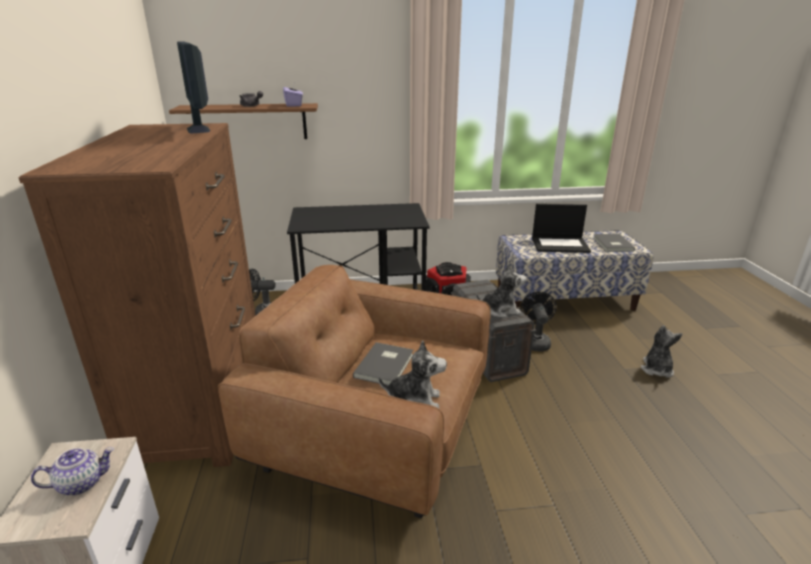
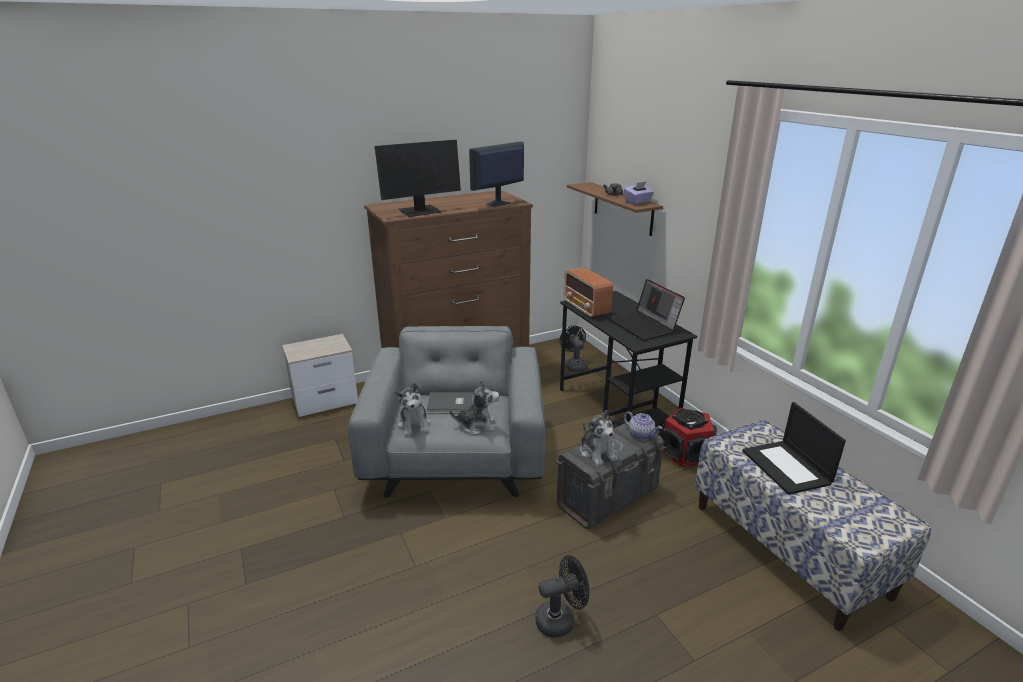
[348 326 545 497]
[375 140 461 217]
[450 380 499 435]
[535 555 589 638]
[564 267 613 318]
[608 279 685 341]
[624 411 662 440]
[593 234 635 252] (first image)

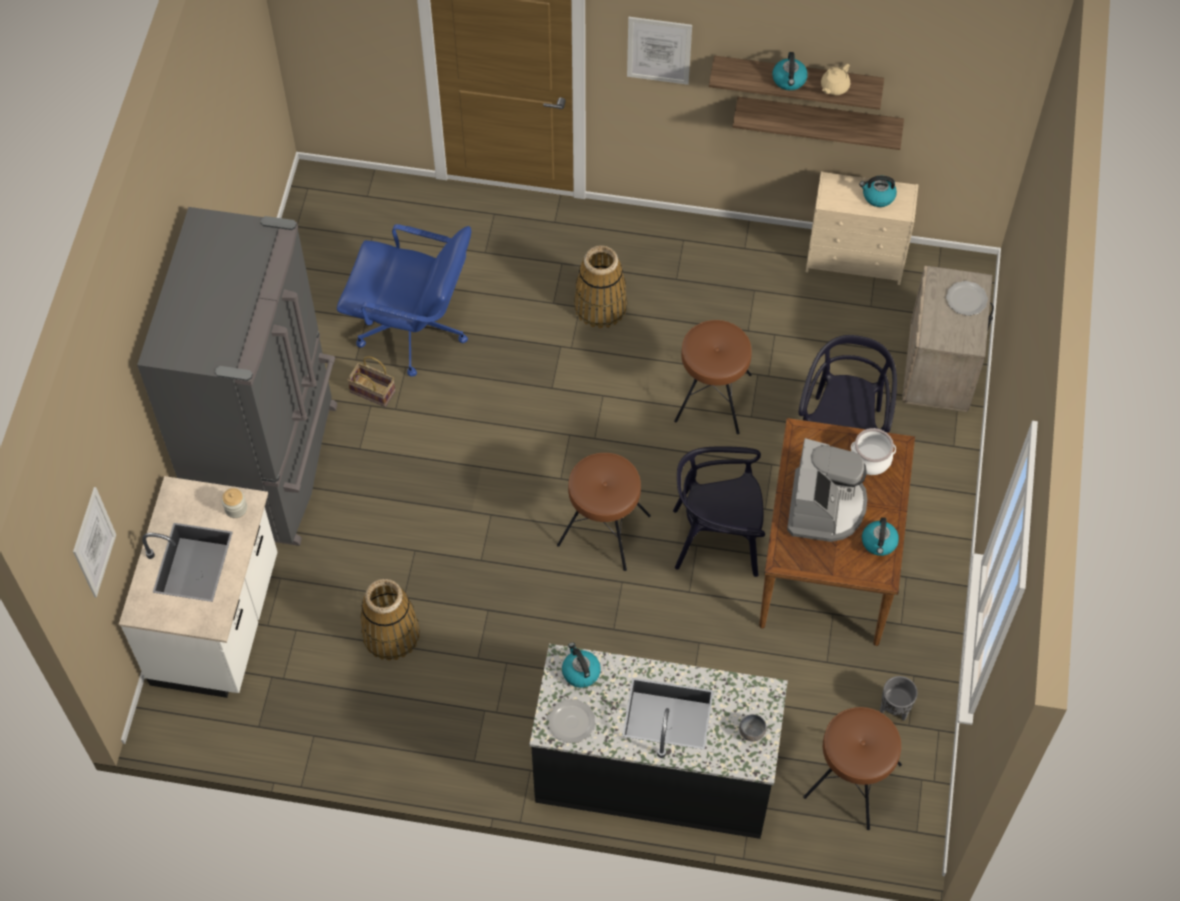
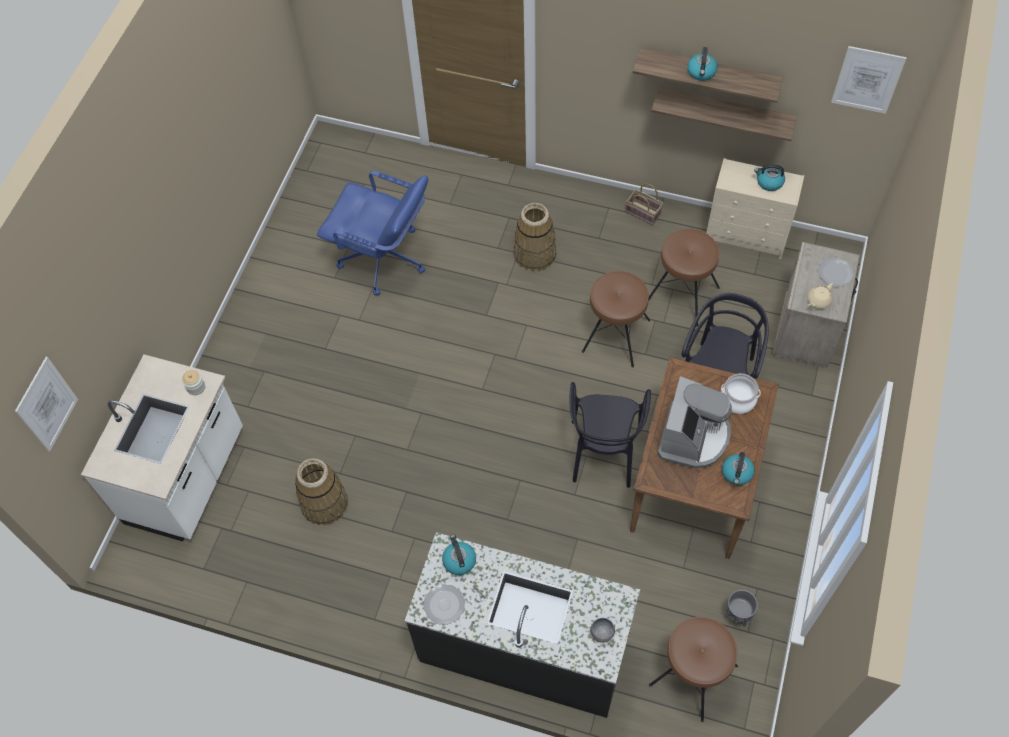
[570 382 651 488]
[626 183 663 225]
[648 229 720 326]
[808 283 833 309]
[831 46 907 114]
[137 207 337 546] (first image)

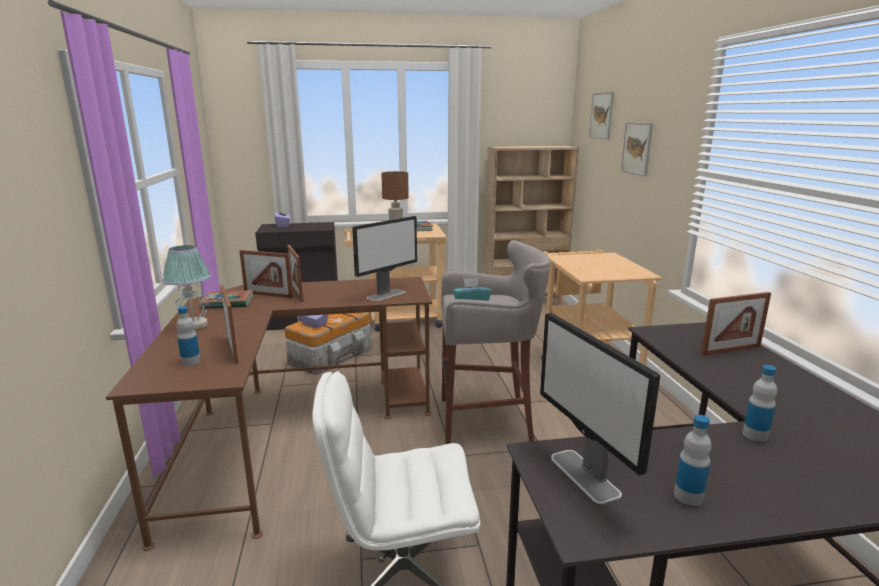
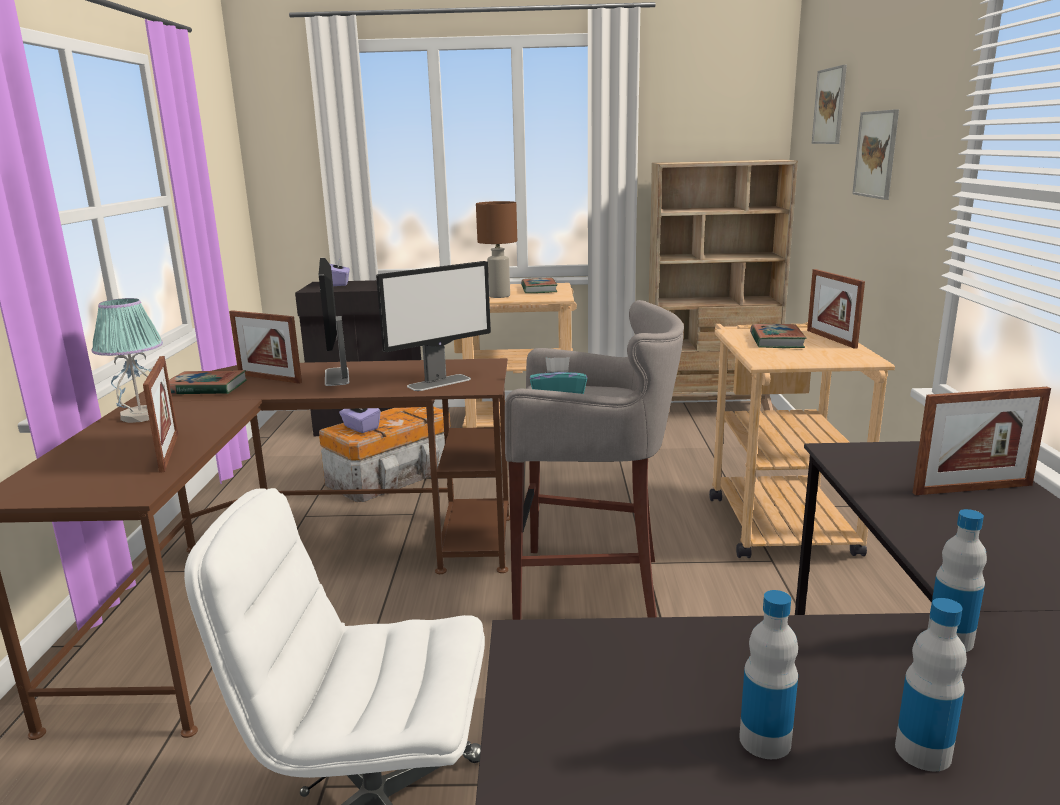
[319 258 350 386]
[750 324 807 348]
[807 269 865 349]
[895 598 967 772]

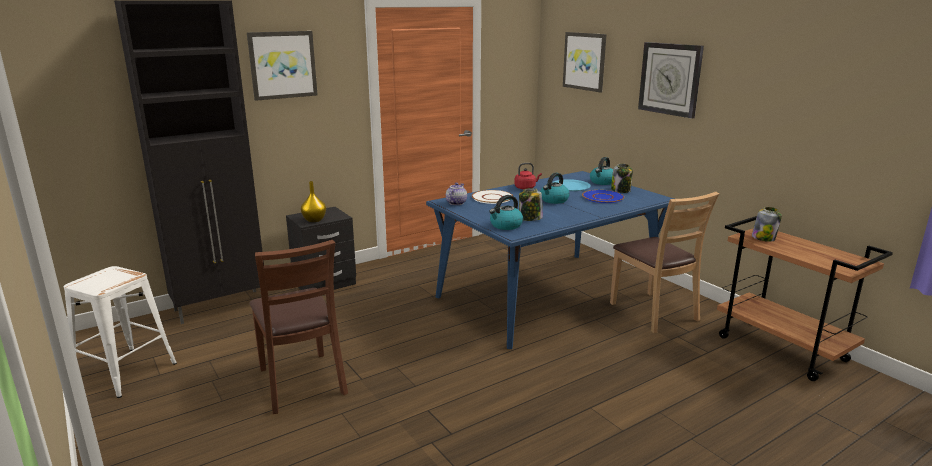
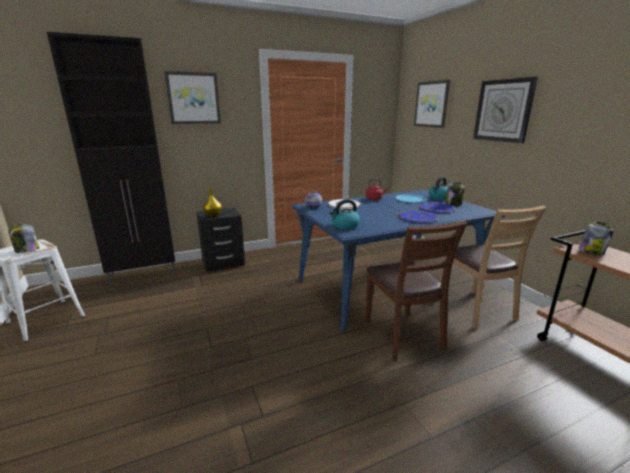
[8 223 39 253]
[365 221 468 361]
[399 211 438 223]
[540 173 570 204] (first image)

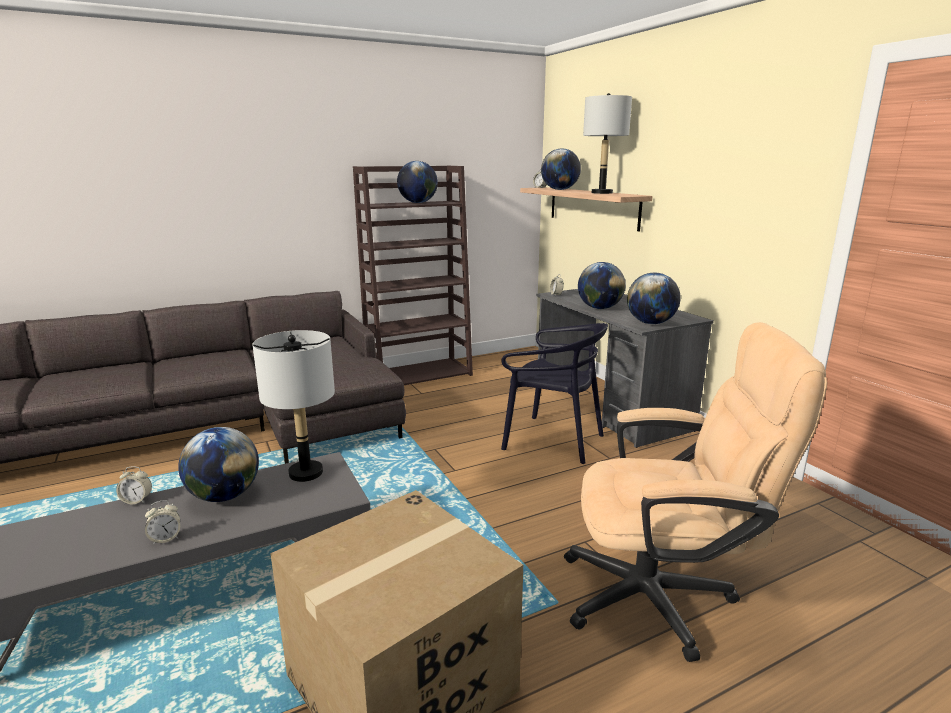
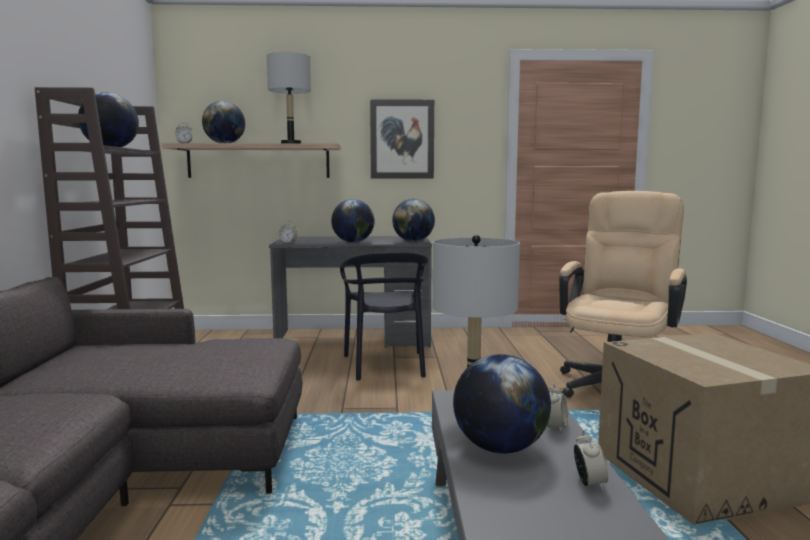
[340 252 429 381]
[370 99 434 178]
[547 383 568 432]

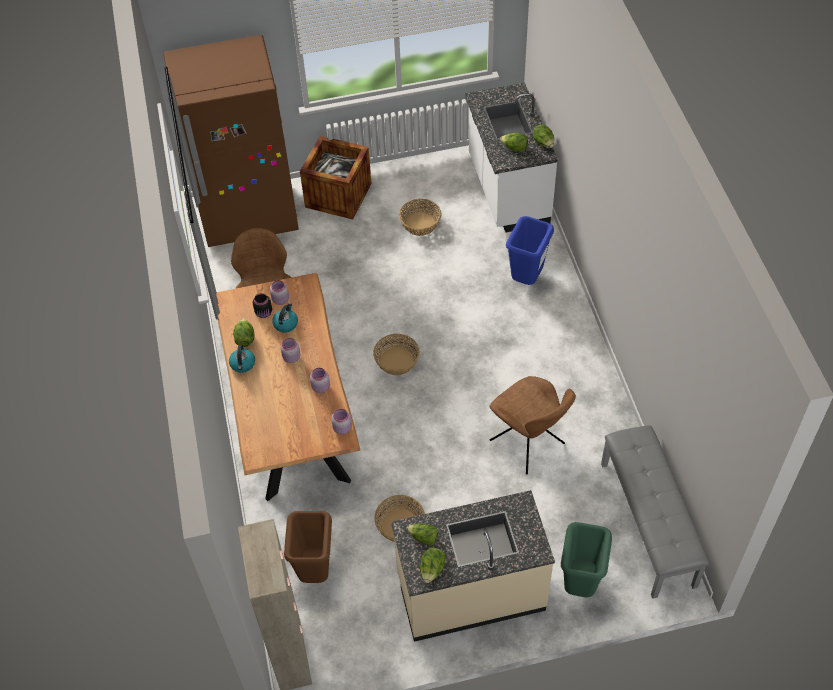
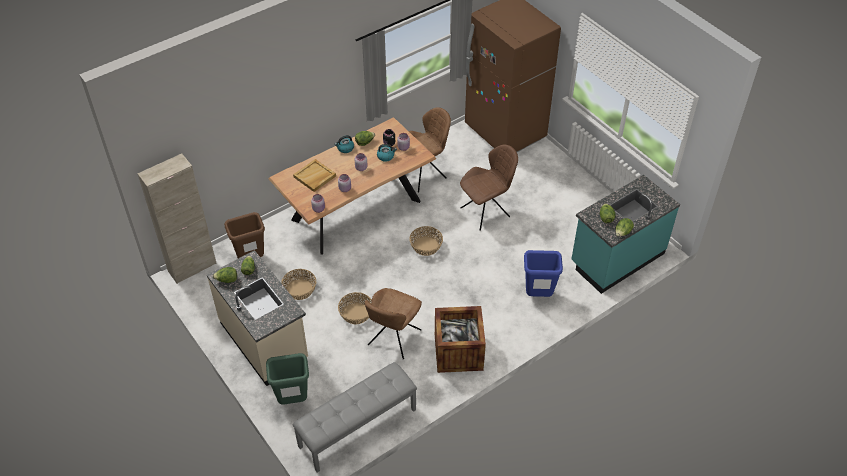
[293 159 336 192]
[338 292 372 325]
[435 306 486 373]
[460 144 518 231]
[571 175 680 294]

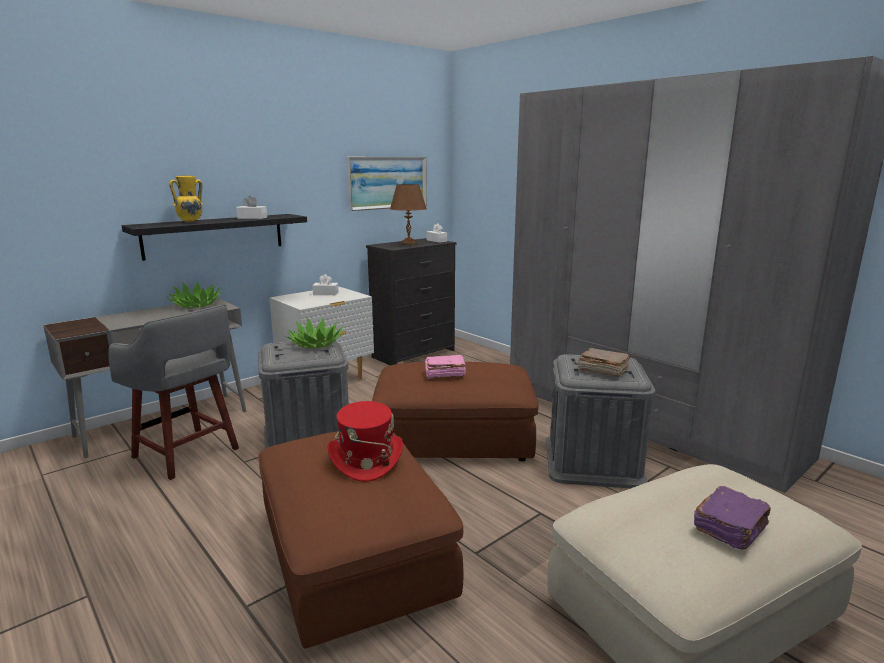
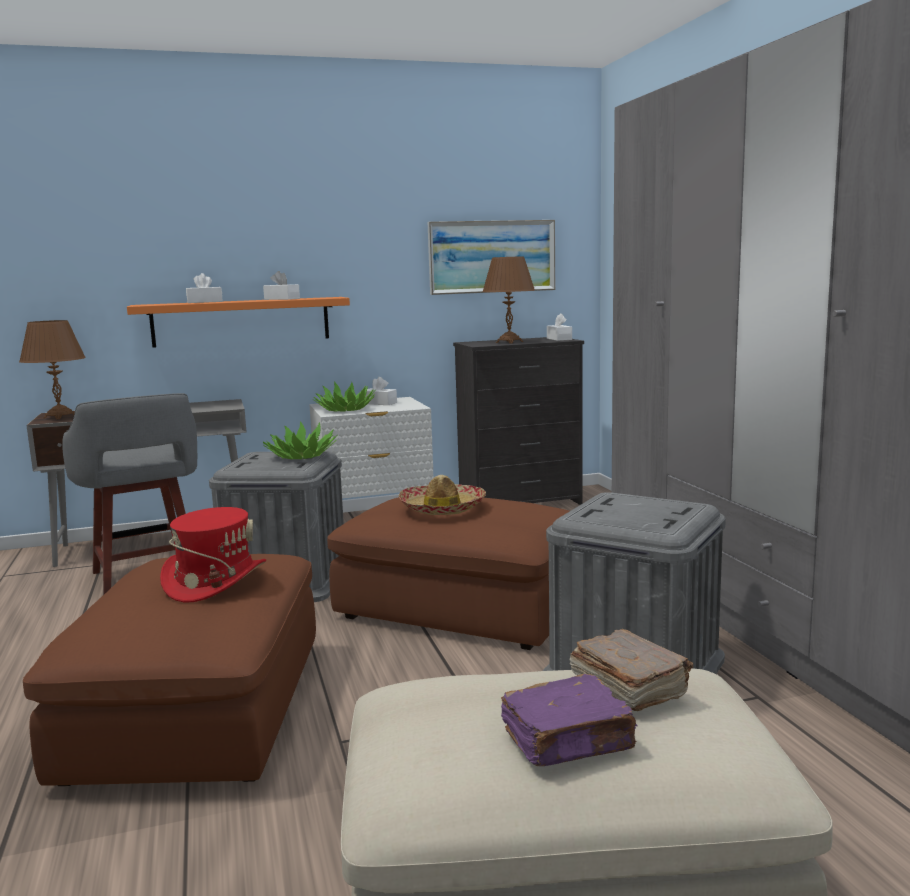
[19 320 86 419]
[127 297 350 348]
[186 273 223 303]
[313 382 375 412]
[399 475 486 515]
[570 629 693 711]

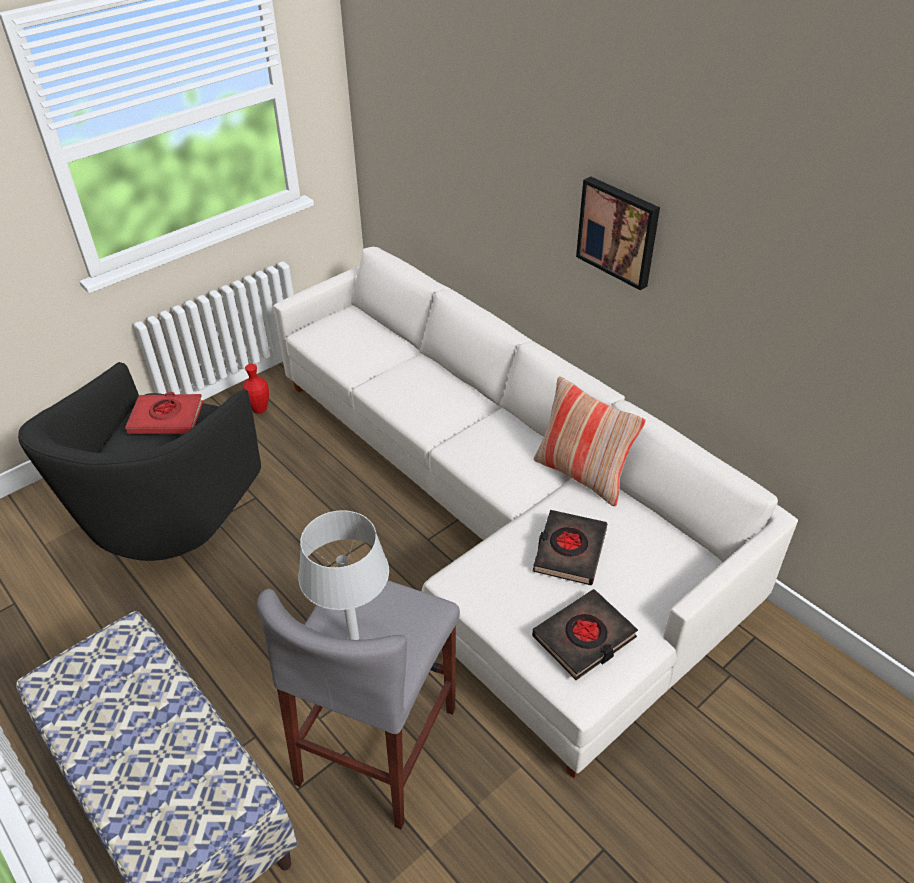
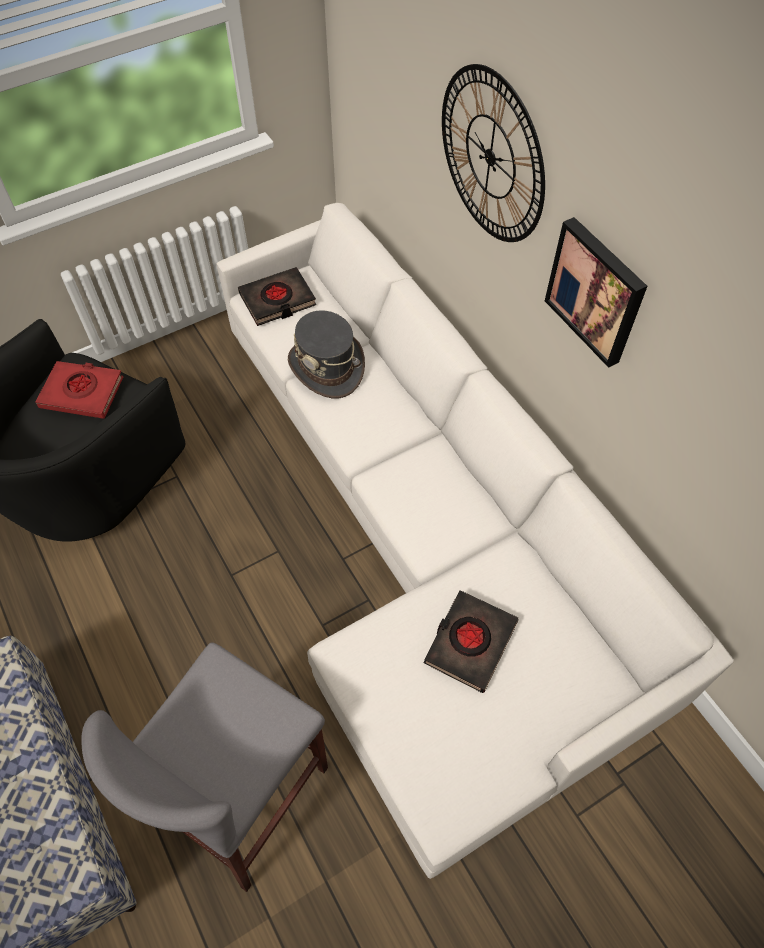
[238 267 316 326]
[288 310 365 398]
[442 64 545 242]
[242 364 269 414] (first image)
[298 510 389 640] (first image)
[534 377 645 506] (first image)

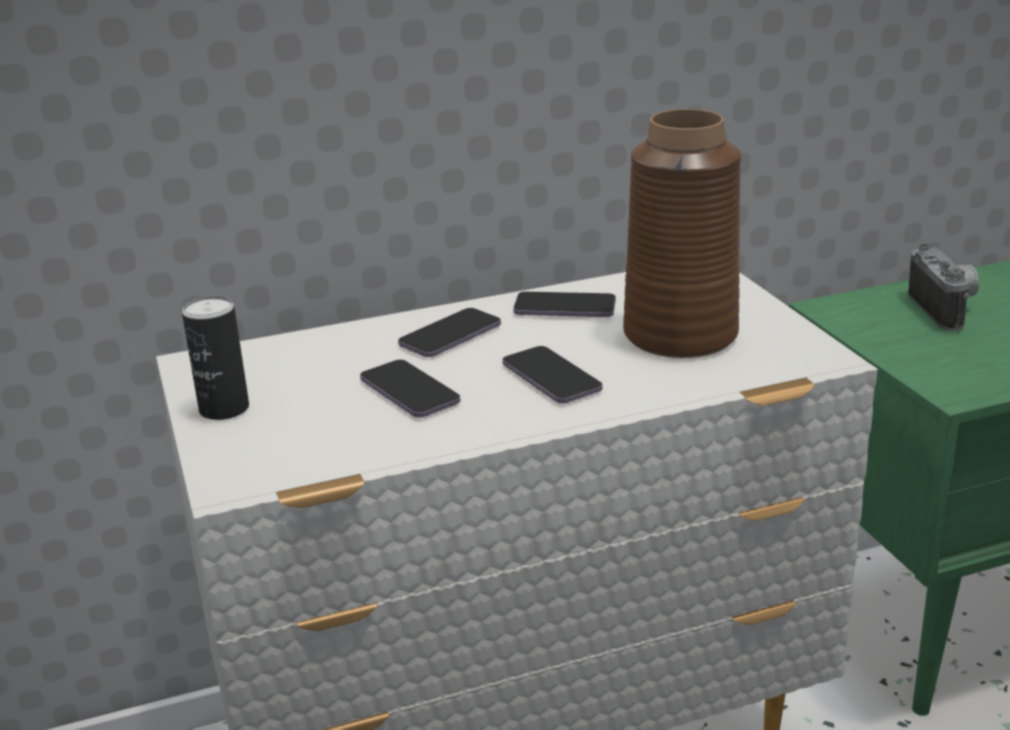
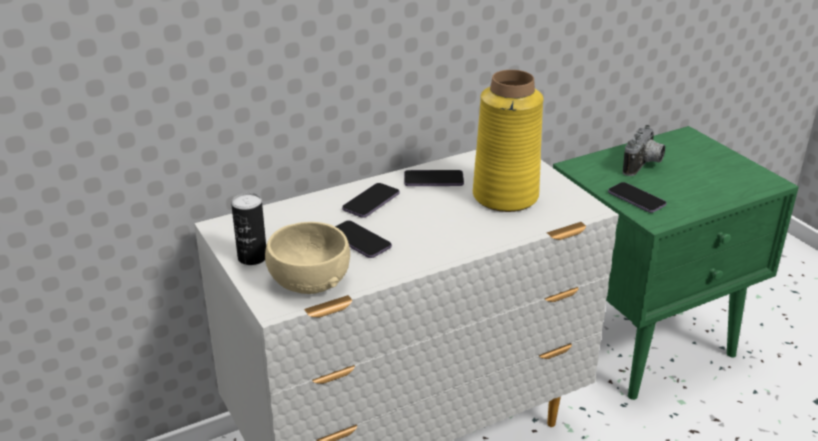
[265 222 350 294]
[473 70 544 212]
[608 182 667 213]
[623 125 665 176]

